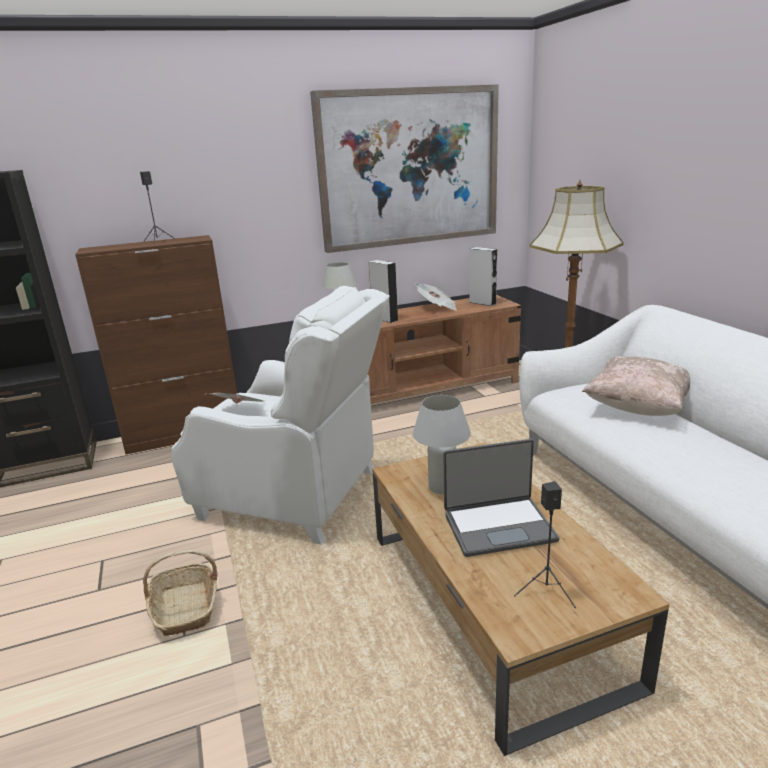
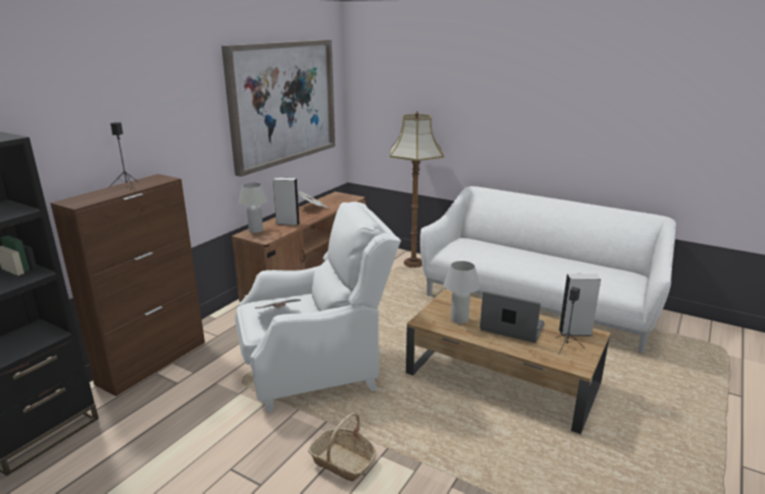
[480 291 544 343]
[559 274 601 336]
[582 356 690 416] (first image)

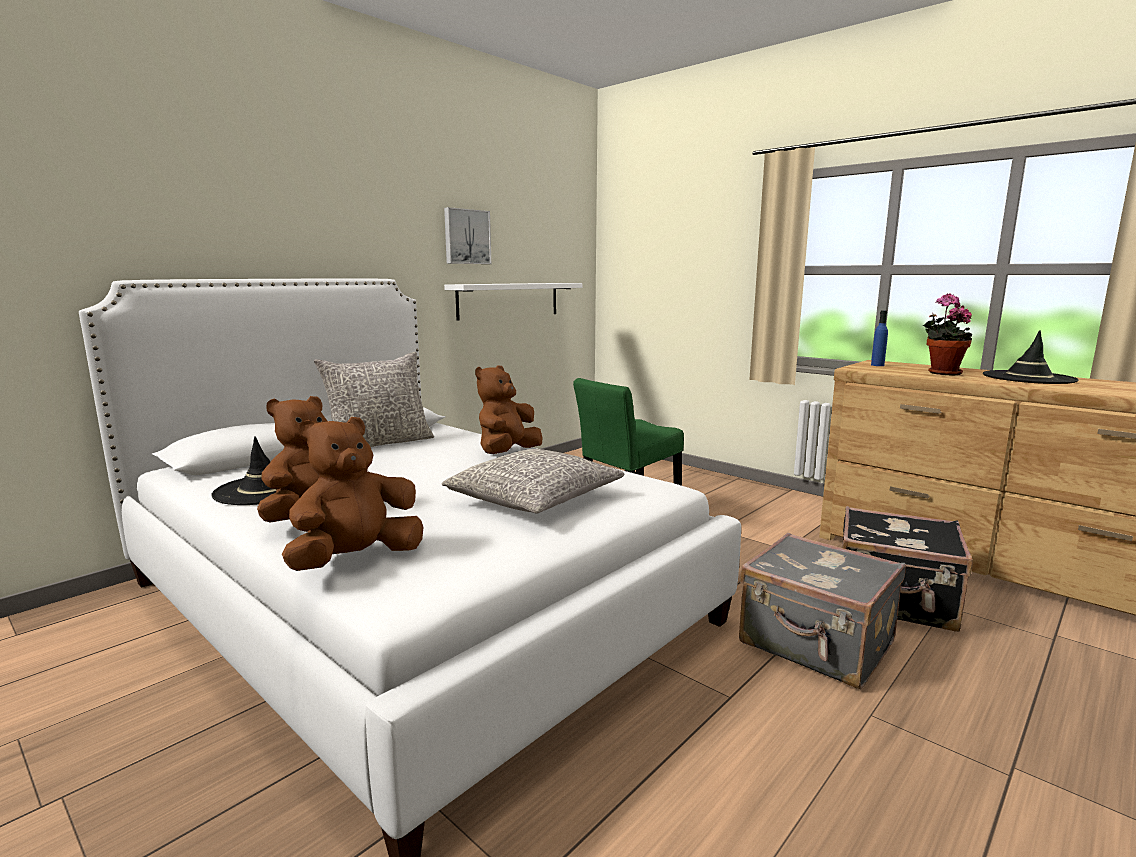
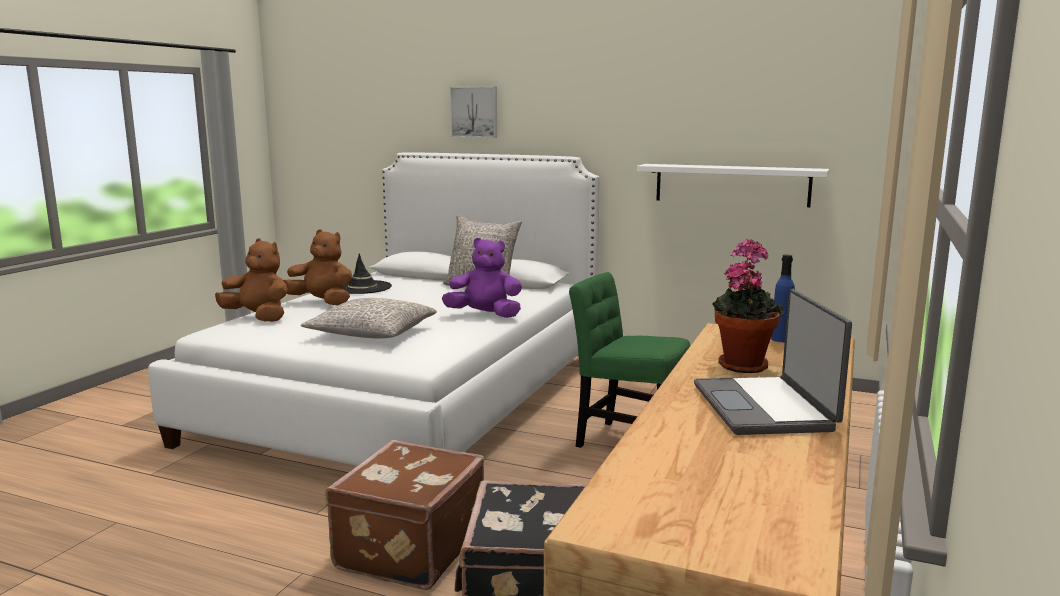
[325 440 484 590]
[442 238 522 318]
[450 87 497 138]
[694 289 852 435]

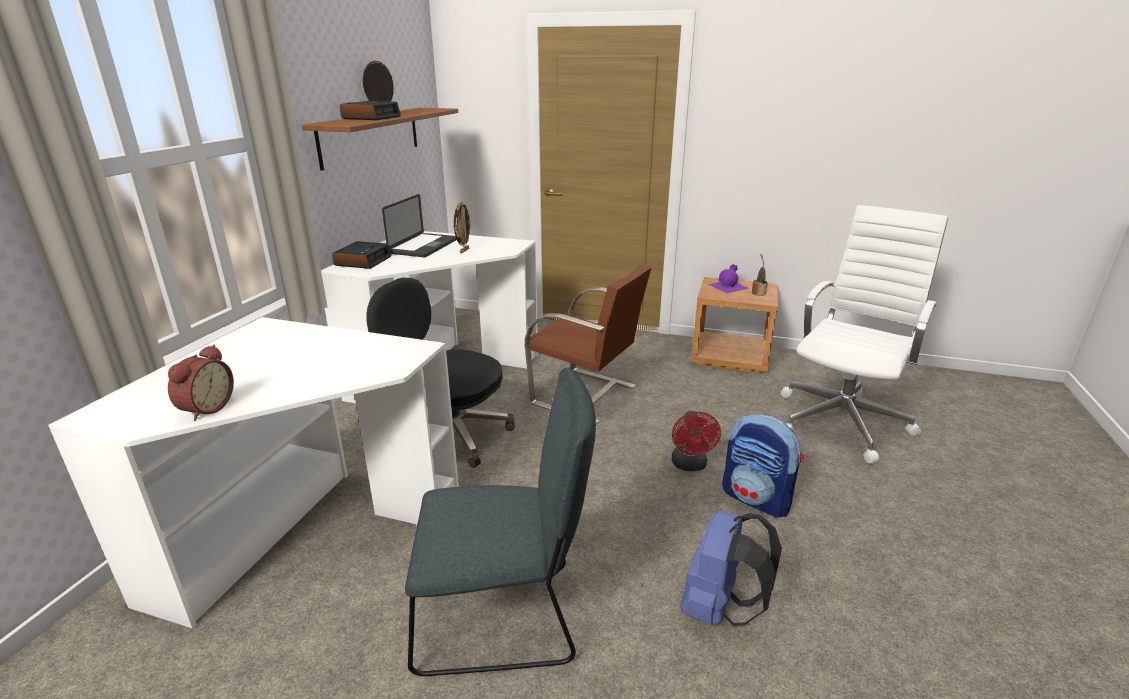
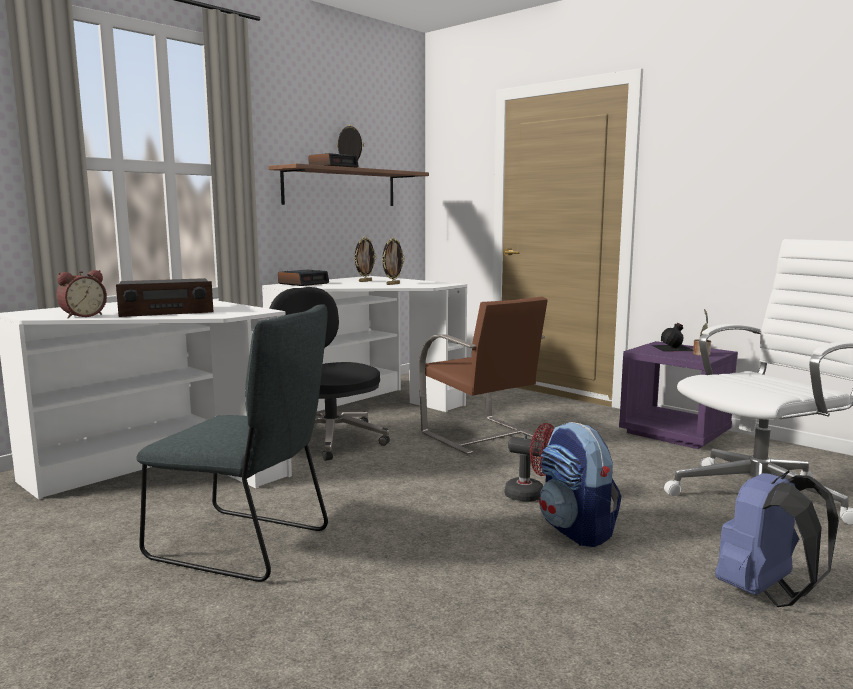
[116 278 213 317]
[354 237 377 282]
[504 423 554 502]
[619 341 738 449]
[651 323 693 352]
[715 471 839 607]

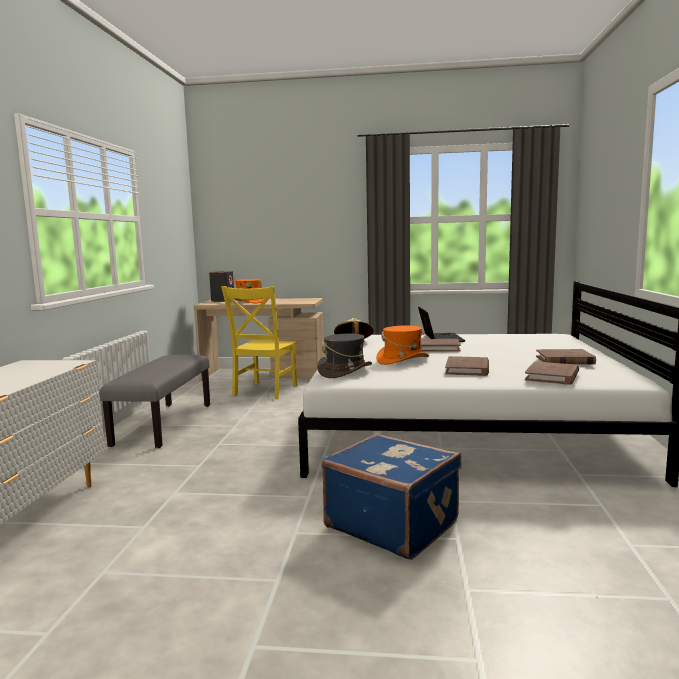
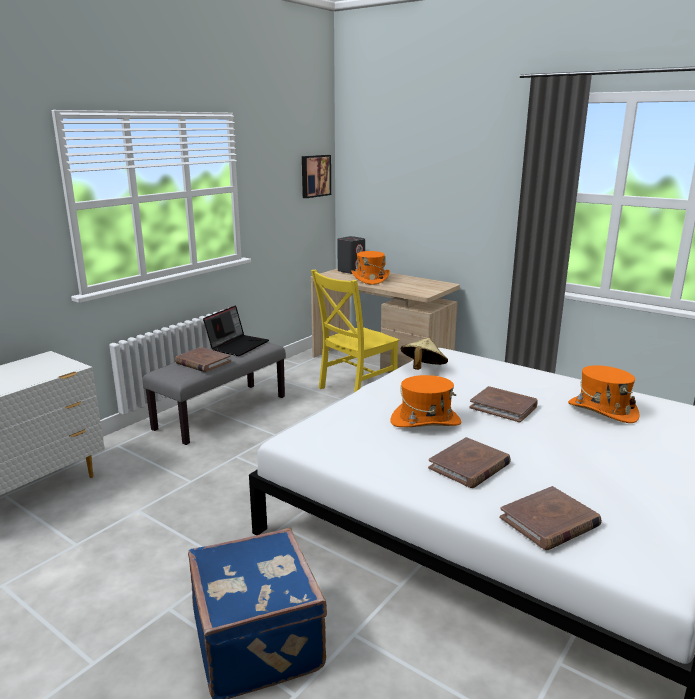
[175 347 231 372]
[203 305 269 356]
[302 155 331 198]
[568 365 640 423]
[317 334 372 378] (first image)

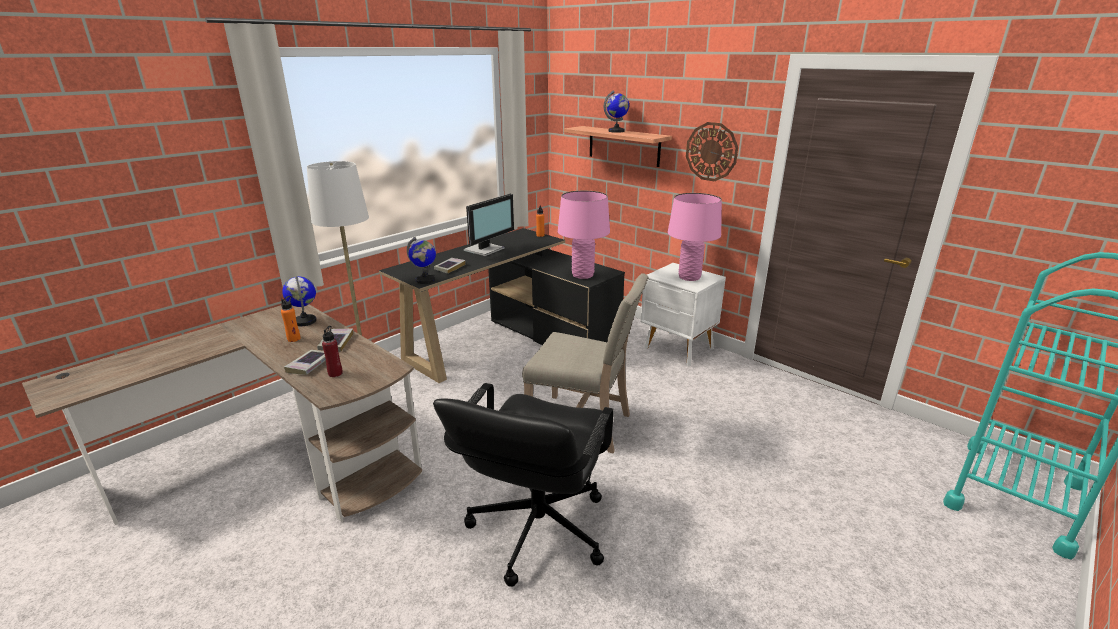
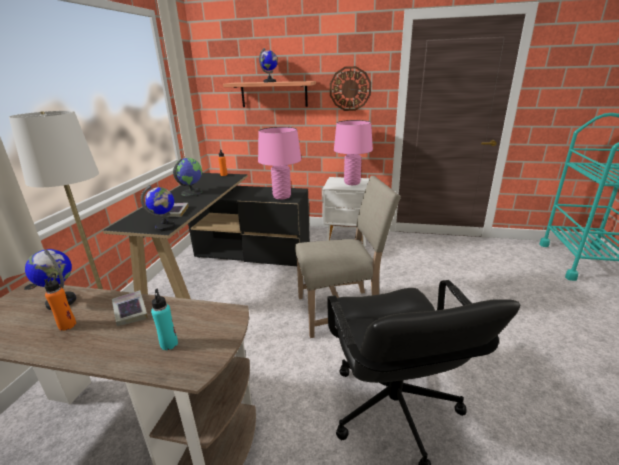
[151 288 178 350]
[173 158 202 196]
[284 350 326 375] (first image)

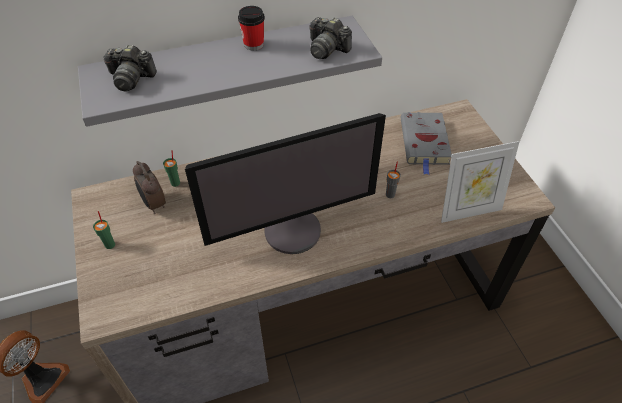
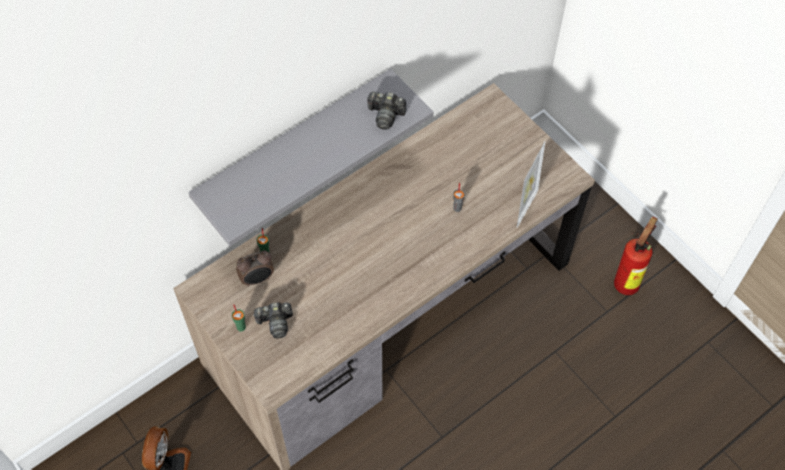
[236 251 274 287]
[253 303 293 338]
[517 142 545 228]
[614 216 658 295]
[185 113 386 254] (first image)
[238 6 265 50] (first image)
[400 112 452 175] (first image)

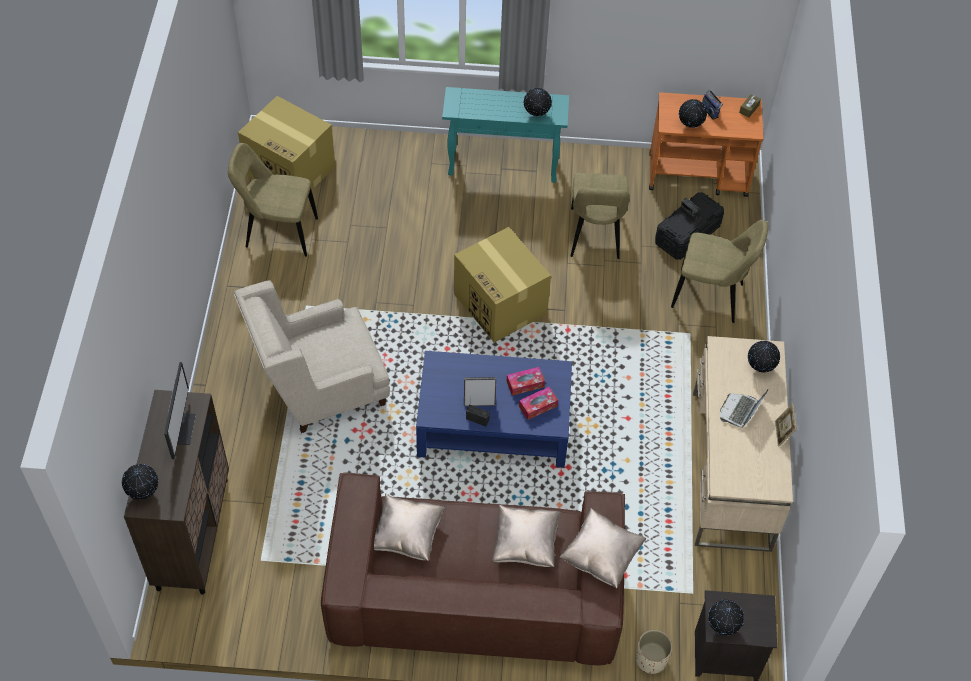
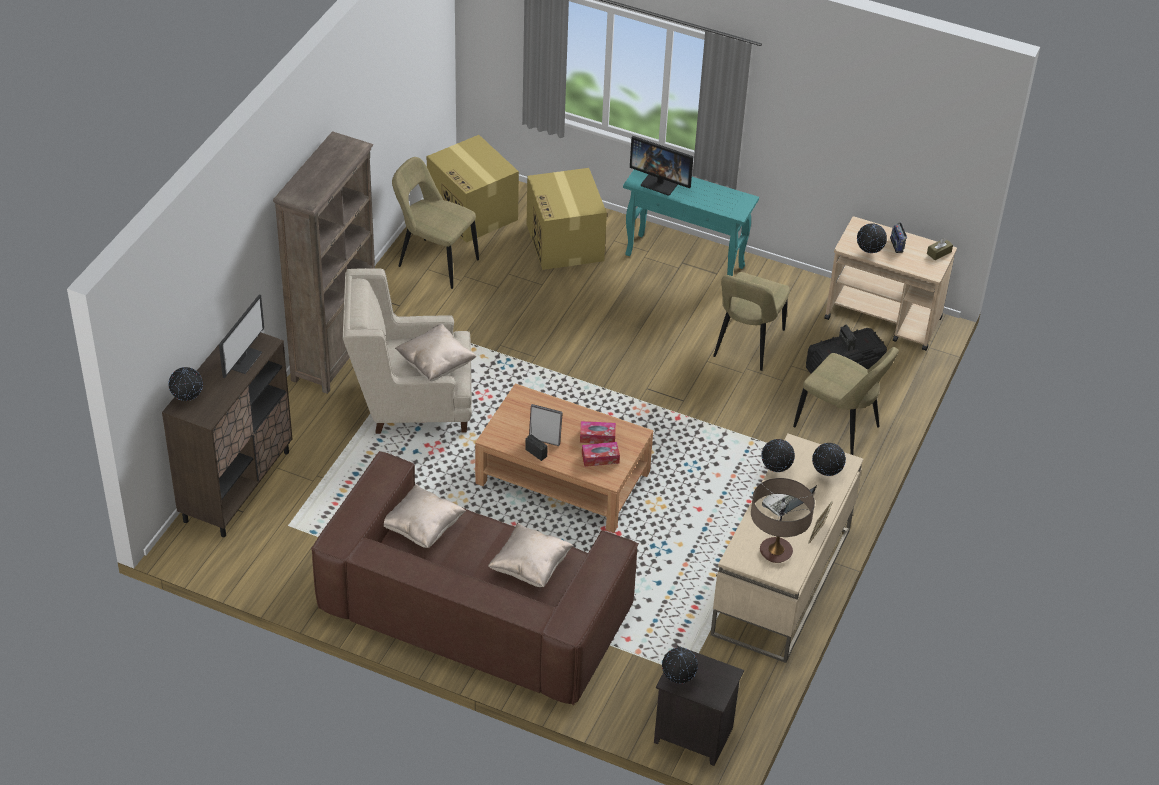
[273 131 375 394]
[395 324 476 381]
[475 383 653 533]
[527 168 607 270]
[630 136 694 196]
[751 478 815 563]
[761 439 795 472]
[824 216 957 351]
[636 630 673 674] (first image)

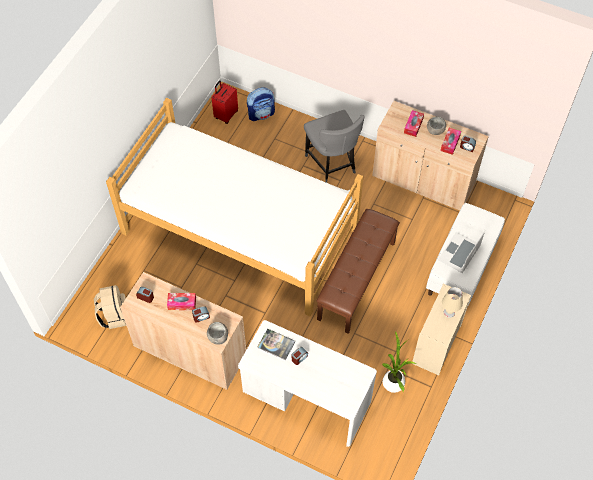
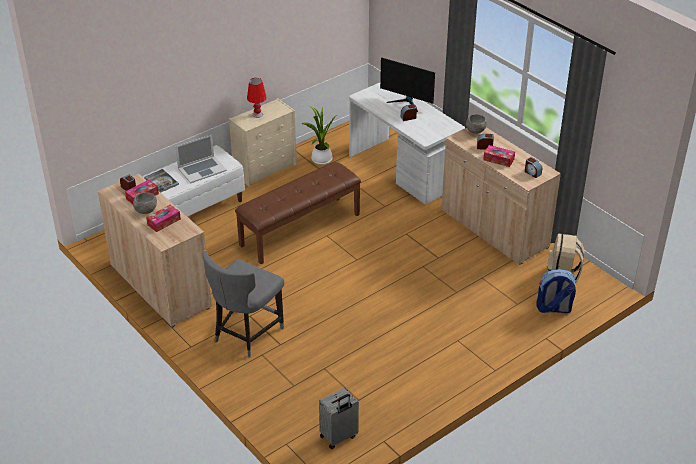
[144 169 179 193]
[202 252 284 357]
[247 78 267 118]
[319 388 359 449]
[380 57 435 112]
[536 269 576 313]
[106 98 363 316] (first image)

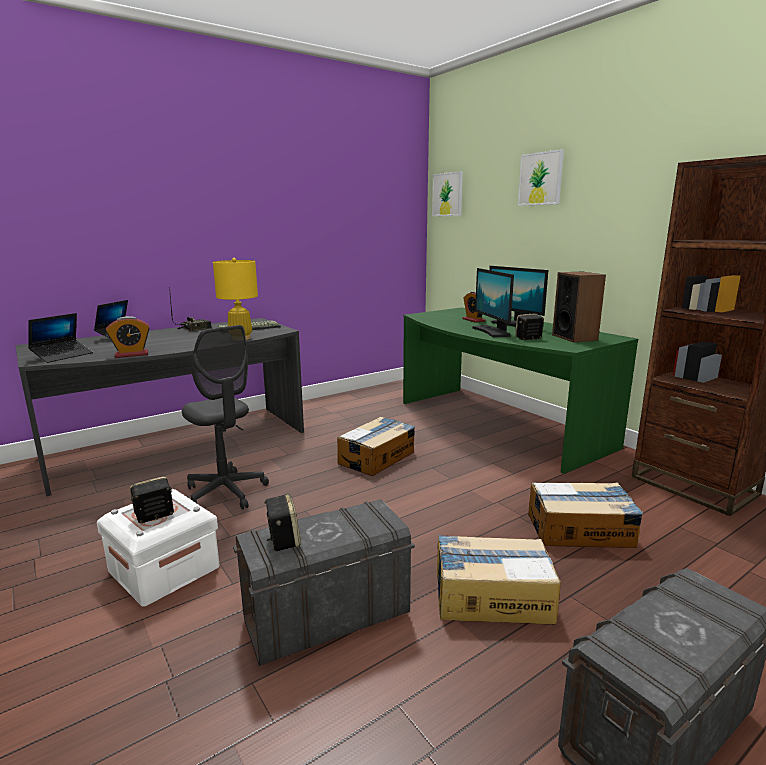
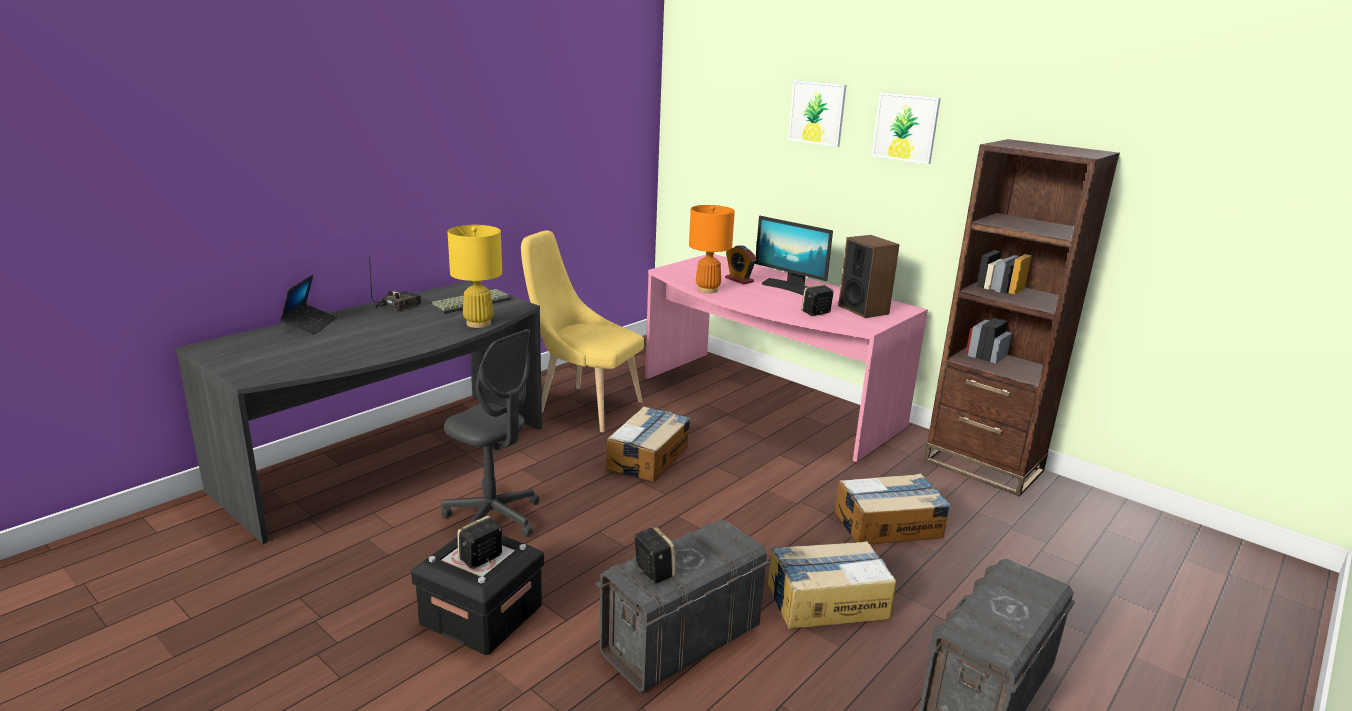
[411 535 544 655]
[521 230 644 432]
[645 254 928 462]
[689 205 735 293]
[872 93 941 164]
[28 313 93 363] (first image)
[106 316 150 358] (first image)
[472 268 514 337] (first image)

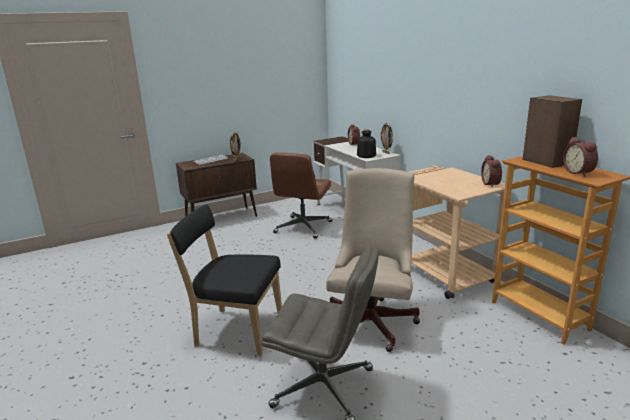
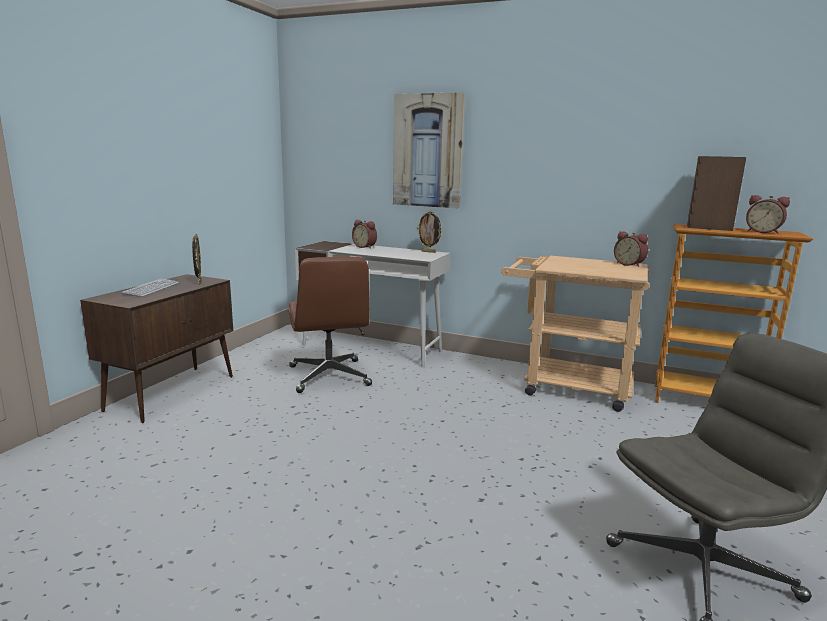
[393 92 465 208]
[167 204 282 356] (first image)
[326 168 420 352] (first image)
[357 129 376 158] (first image)

